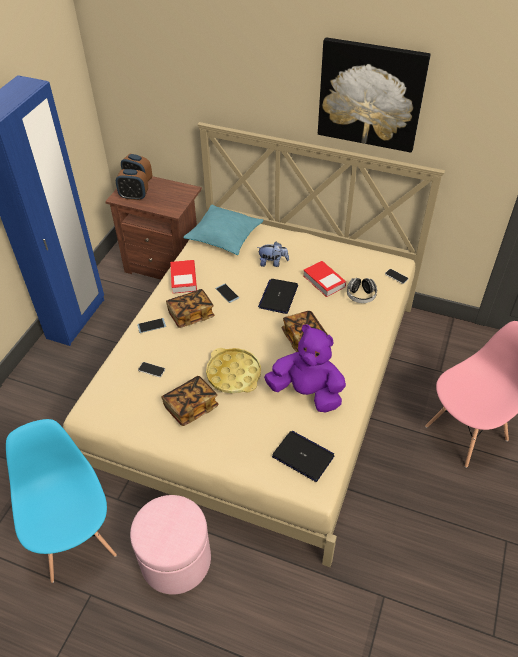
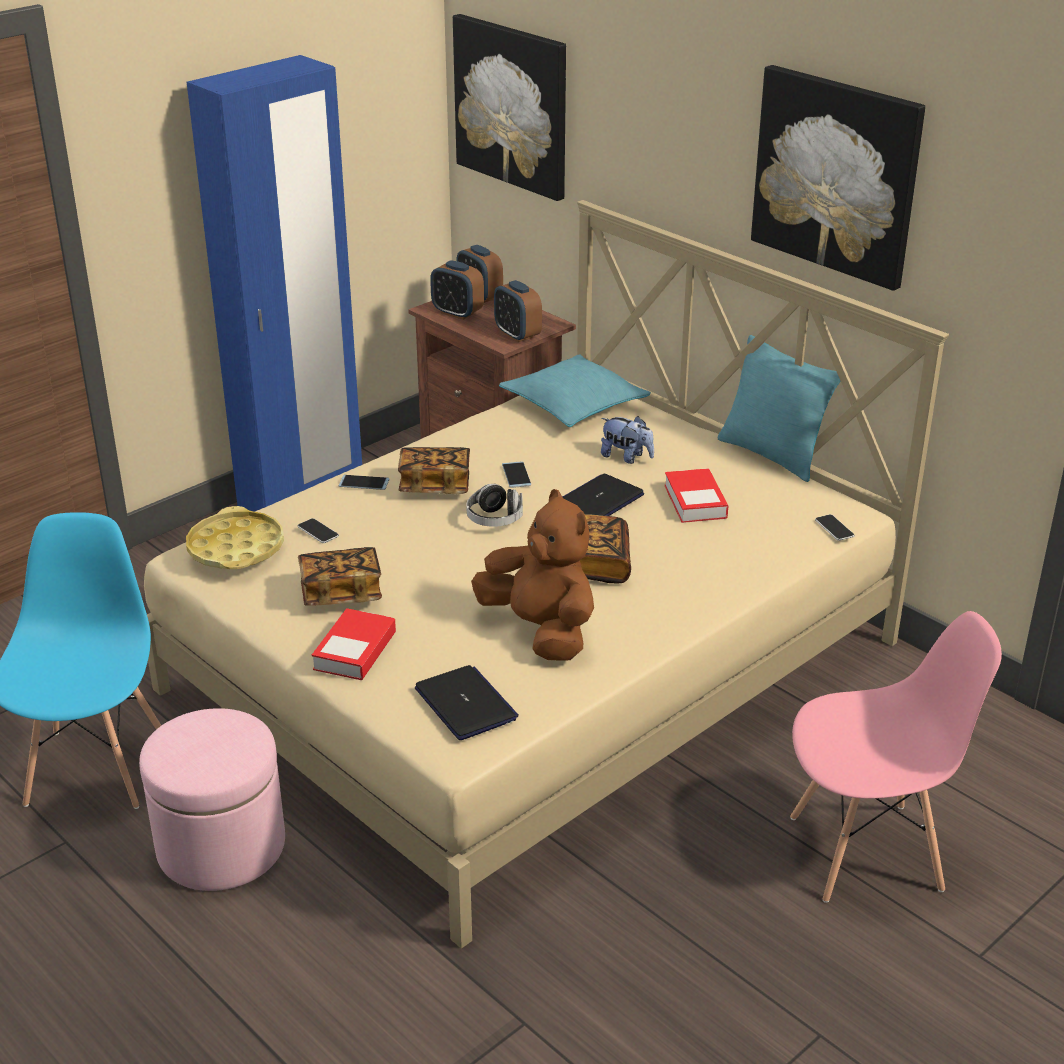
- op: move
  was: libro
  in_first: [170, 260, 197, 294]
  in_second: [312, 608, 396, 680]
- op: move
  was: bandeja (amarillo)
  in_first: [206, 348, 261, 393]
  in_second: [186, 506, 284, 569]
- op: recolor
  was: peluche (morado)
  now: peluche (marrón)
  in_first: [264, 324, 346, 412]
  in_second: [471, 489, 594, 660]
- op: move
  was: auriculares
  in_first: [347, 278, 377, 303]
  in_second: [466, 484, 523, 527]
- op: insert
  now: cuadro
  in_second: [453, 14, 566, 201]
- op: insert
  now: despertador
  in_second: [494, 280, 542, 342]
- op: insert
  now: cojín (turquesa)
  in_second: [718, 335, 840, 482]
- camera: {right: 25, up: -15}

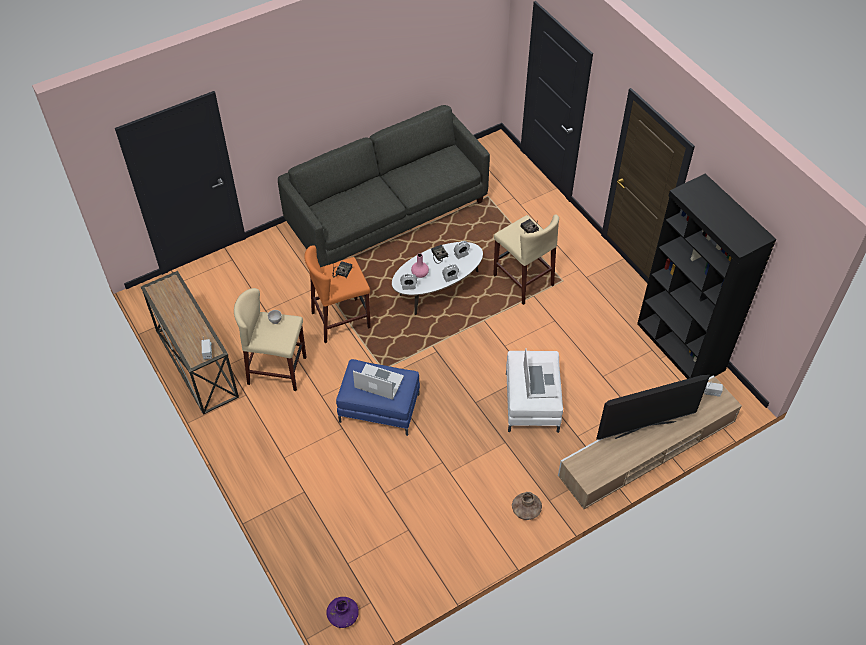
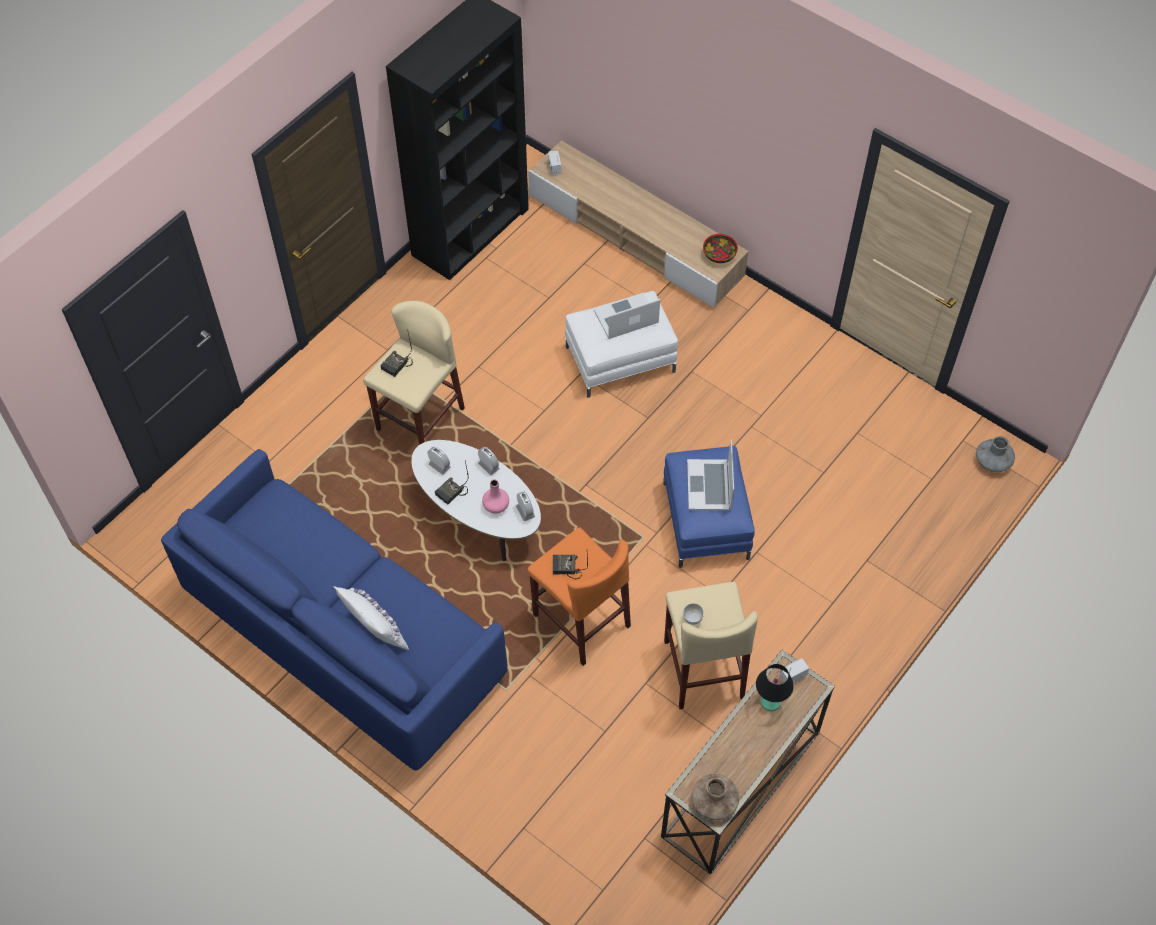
- op: recolor
  was: sofá (gris)
  now: sofá (azul)
  in_first: [278, 105, 490, 267]
  in_second: [161, 449, 508, 770]
- op: recolor
  was: florero (morado)
  now: florero (gris)
  in_first: [326, 597, 359, 628]
  in_second: [976, 436, 1015, 472]
- op: move
  was: florero (marrón)
  in_first: [512, 492, 542, 520]
  in_second: [692, 774, 739, 820]
- op: delete
  was: televisor
  in_first: [596, 375, 710, 440]
- op: insert
  now: cojín (blanco)
  in_second: [333, 586, 409, 650]
- op: insert
  now: cuenco
  in_second: [703, 234, 738, 263]
- op: insert
  now: lámpara de mesa (negro)
  in_second: [756, 664, 794, 711]
- camera: {right: -110, up: 5}

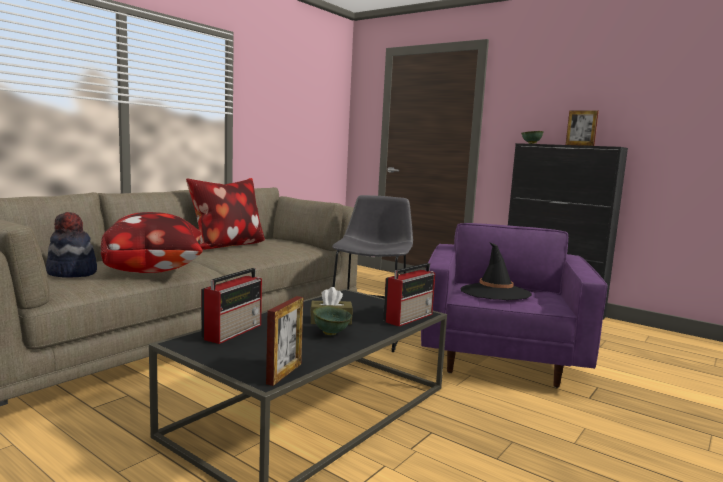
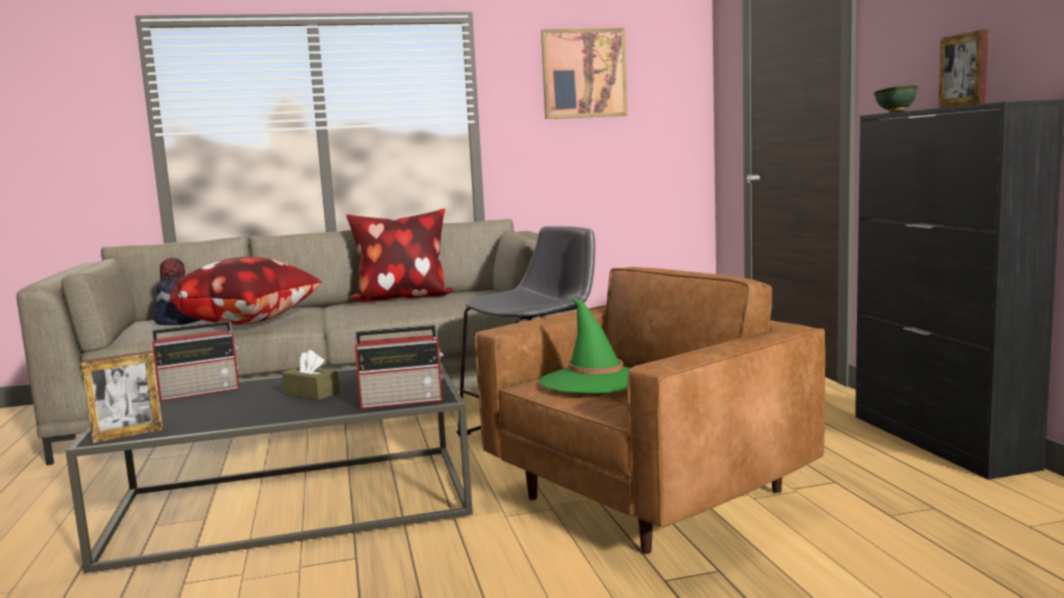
- op: delete
  was: cuenco (verde)
  in_first: [313, 306, 352, 335]
- op: recolor
  was: sillón (morado)
  now: sillón (marrón)
  in_first: [421, 223, 607, 388]
  in_second: [475, 267, 825, 555]
- op: recolor
  was: sombrero (negro)
  now: sombrero (verde)
  in_first: [461, 242, 532, 300]
  in_second: [539, 297, 631, 393]
- op: insert
  now: cuadro
  in_second: [541, 28, 628, 119]
- camera: {right: 40, up: 0}

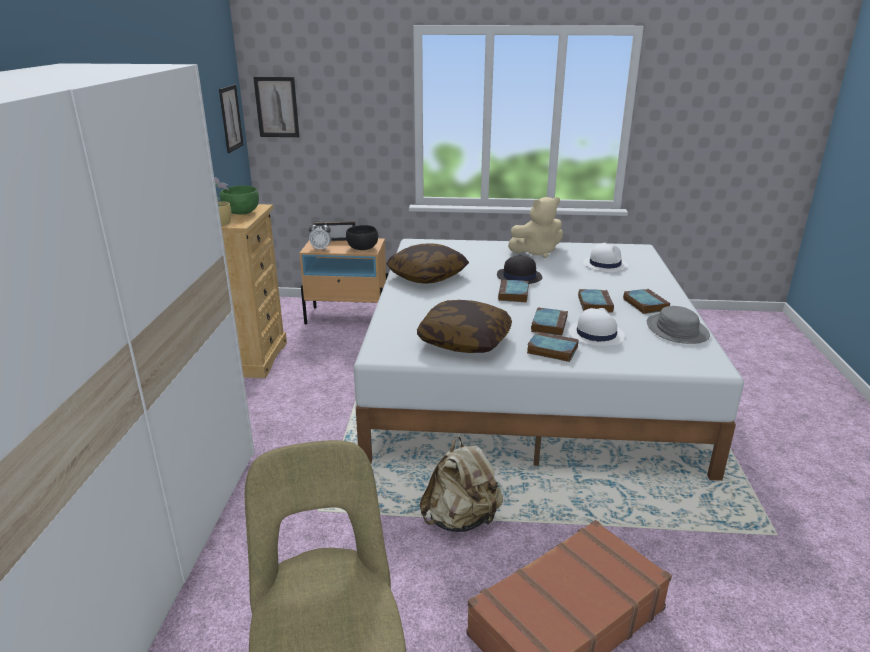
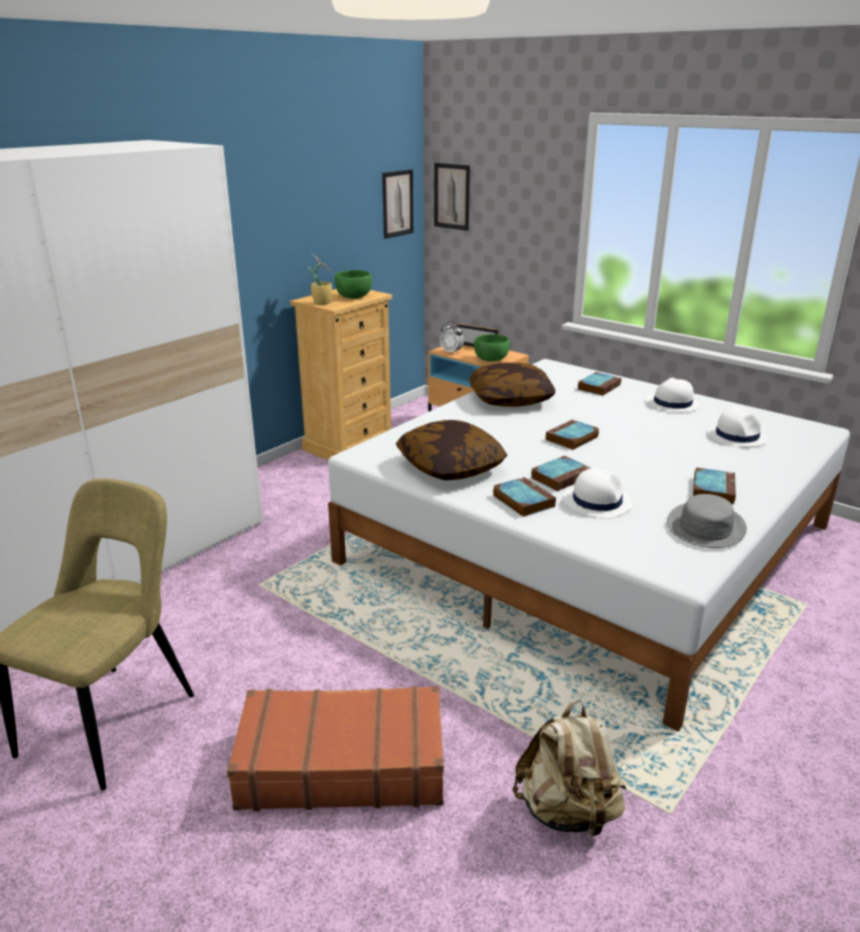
- op: recolor
  was: cuenco (negro)
  now: cuenco (verde)
  in_first: [346, 225, 378, 250]
  in_second: [474, 334, 511, 362]
- op: move
  was: mochila (beis)
  in_first: [420, 437, 503, 532]
  in_second: [512, 700, 626, 841]
- op: delete
  was: sombrero (negro)
  in_first: [497, 254, 542, 284]
- op: replace
  was: peluche (beis)
  now: sombrero (blanco)
  in_first: [508, 197, 563, 258]
  in_second: [646, 378, 700, 412]
- op: move
  was: libro
  in_first: [578, 289, 614, 312]
  in_second: [577, 372, 621, 396]
- camera: {right: 35, up: 0}

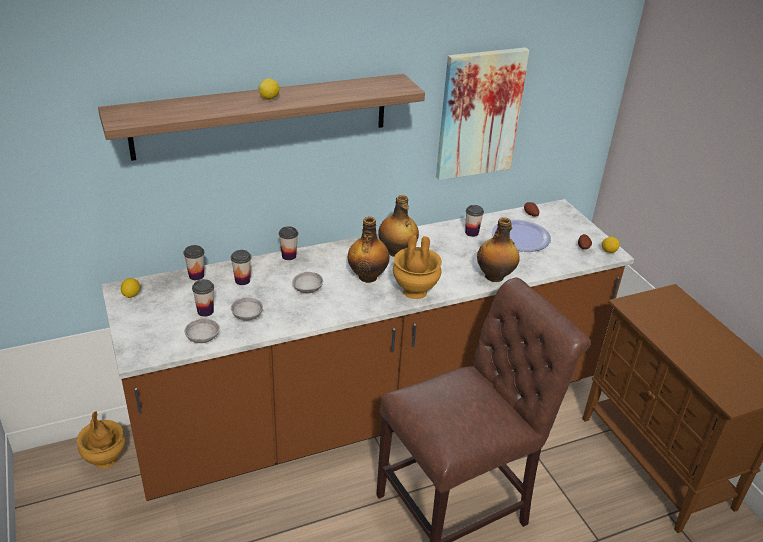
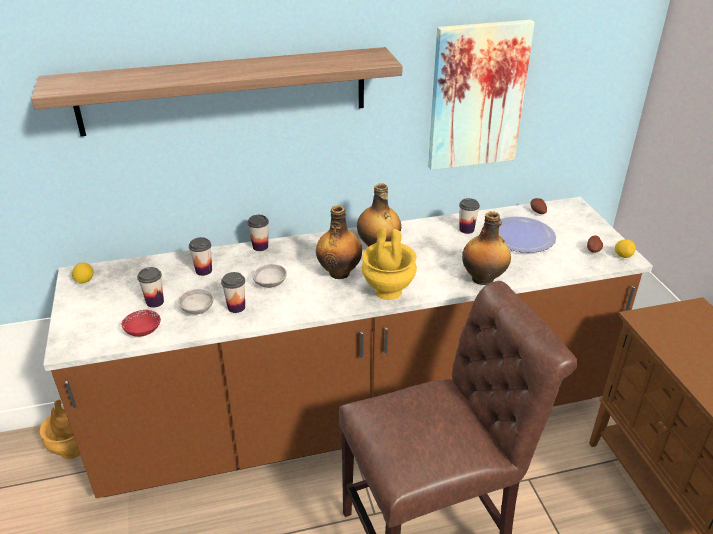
- op: move
  was: taza
  in_first: [184, 245, 204, 280]
  in_second: [221, 272, 245, 313]
- op: recolor
  was: cuenco (gris)
  now: cuenco (rojo)
  in_first: [185, 319, 220, 343]
  in_second: [122, 310, 161, 337]
- op: delete
  was: limón
  in_first: [259, 79, 280, 100]
- op: recolor
  was: florero (marrón)
  now: florero (amarillo)
  in_first: [393, 235, 442, 299]
  in_second: [362, 227, 417, 300]
- camera: {right: 10, up: 0}

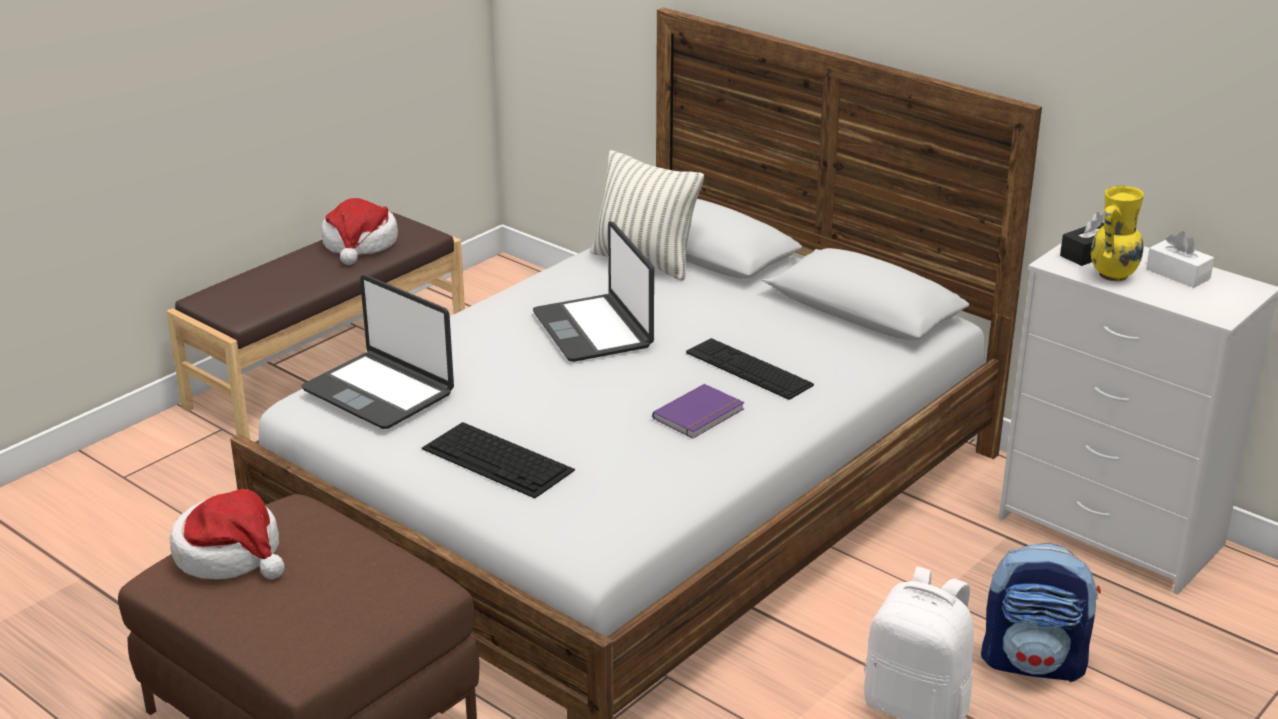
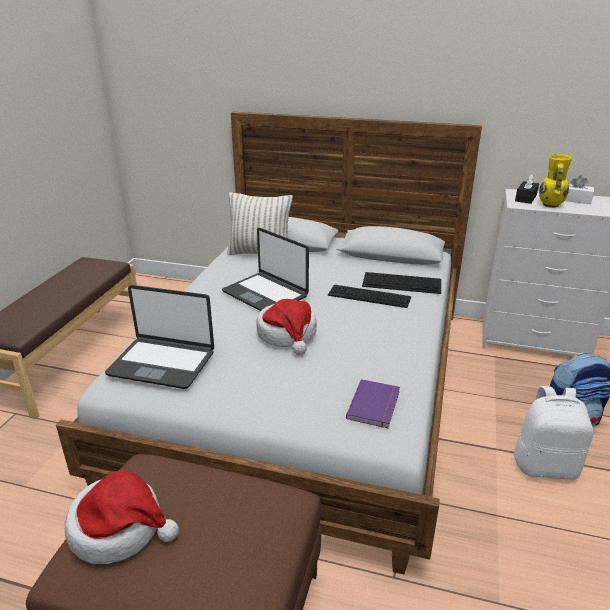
- op: move
  was: sombrero
  in_first: [321, 198, 398, 265]
  in_second: [256, 299, 317, 355]
- op: move
  was: teclado
  in_first: [422, 422, 575, 498]
  in_second: [362, 272, 441, 294]
- op: move
  was: libro (morado)
  in_first: [652, 384, 744, 438]
  in_second: [346, 379, 400, 428]
- camera: {right: -25, up: 0}

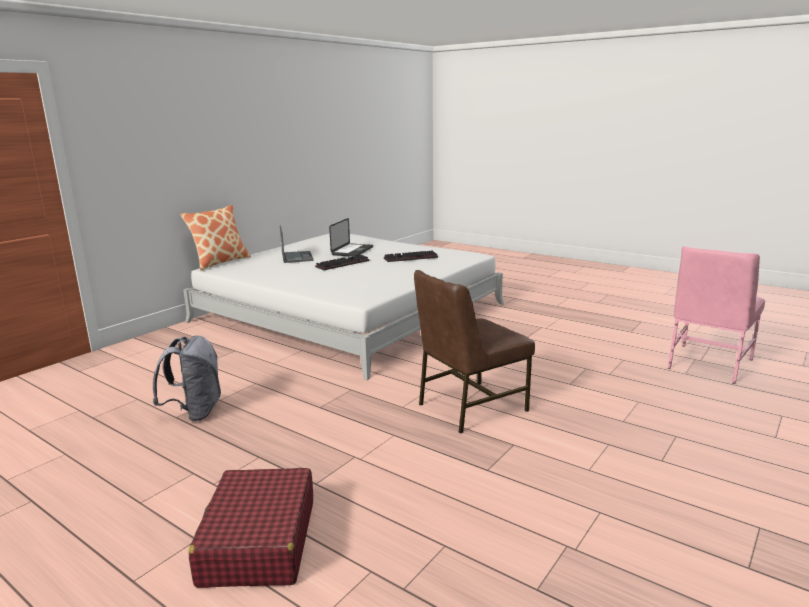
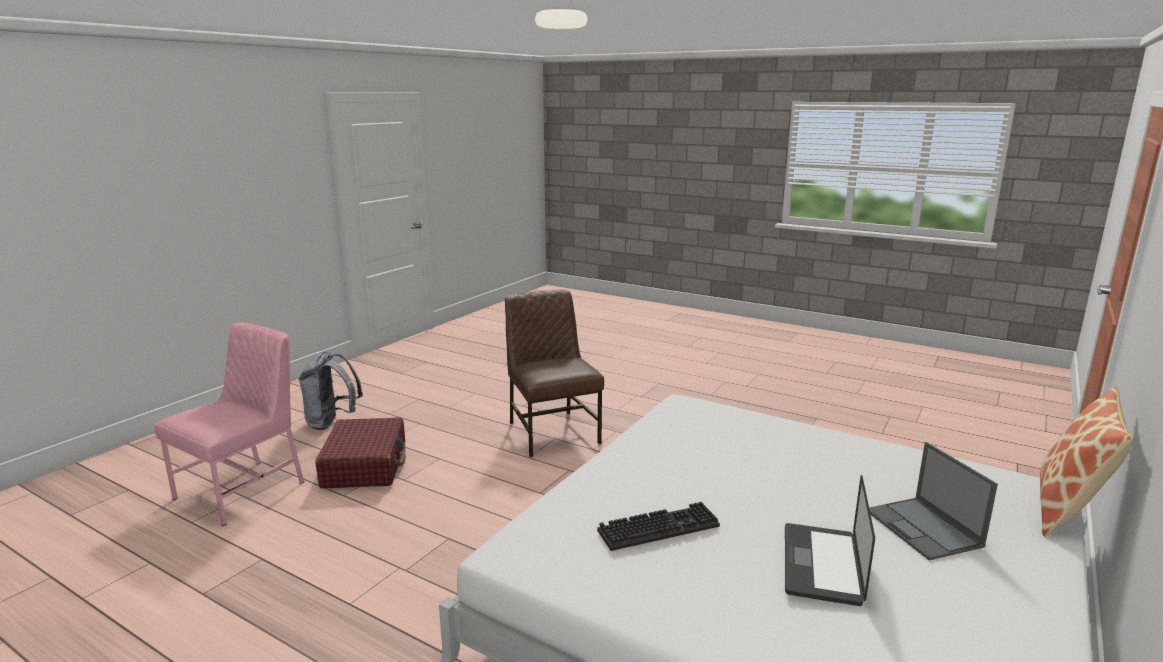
- op: move
  was: mochila (gris)
  in_first: [153, 335, 221, 422]
  in_second: [299, 352, 363, 430]
- op: move
  was: maleta (rojo)
  in_first: [189, 468, 313, 588]
  in_second: [316, 417, 405, 489]
- op: delete
  was: teclado
  in_first: [315, 254, 369, 270]
- op: rotate
  was: silla (marrón)
  in_first: [414, 270, 535, 434]
  in_second: [505, 290, 604, 457]
  clockwise: -75
- camera: {right: 175, up: 0}

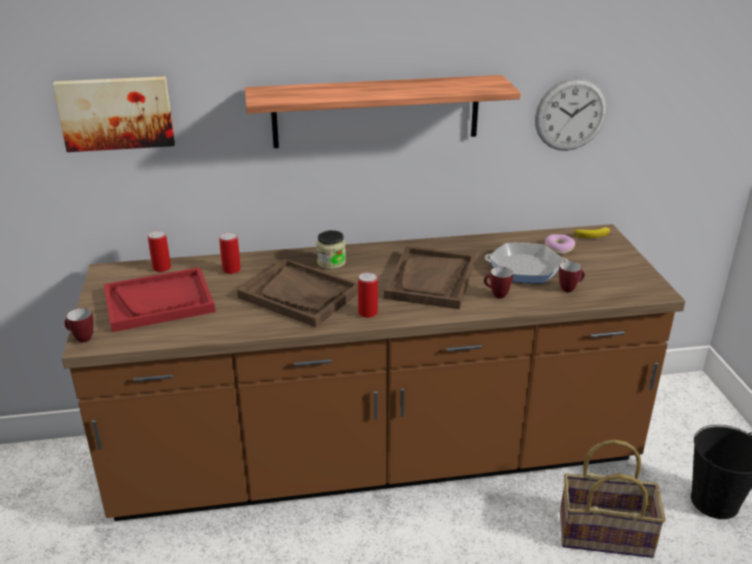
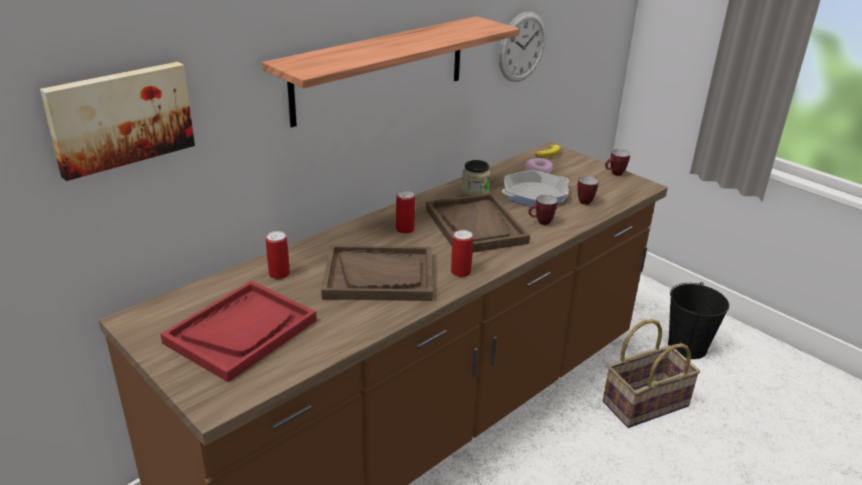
- op: move
  was: taza grande
  in_first: [64, 308, 93, 342]
  in_second: [605, 149, 630, 176]
- op: move
  was: lata
  in_first: [148, 230, 171, 272]
  in_second: [396, 190, 415, 234]
- op: move
  was: tarro
  in_first: [316, 230, 346, 269]
  in_second: [462, 160, 490, 196]
- camera: {right: -35, up: 0}

